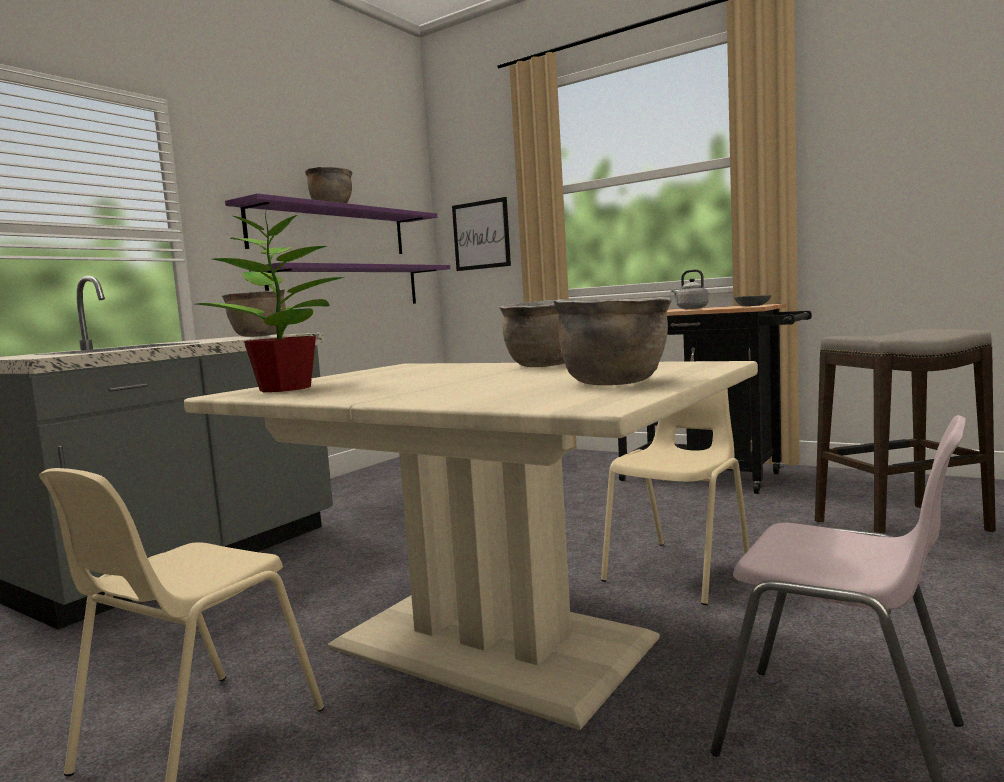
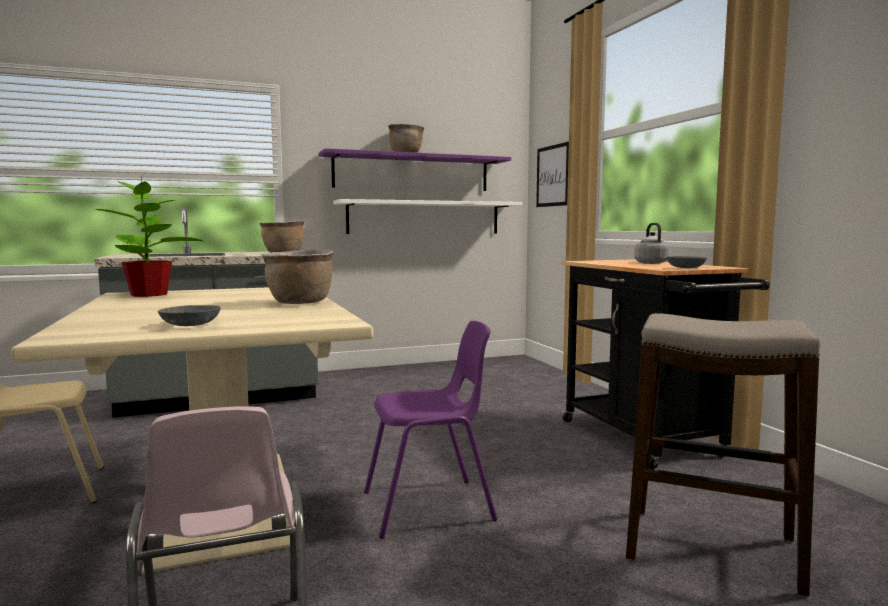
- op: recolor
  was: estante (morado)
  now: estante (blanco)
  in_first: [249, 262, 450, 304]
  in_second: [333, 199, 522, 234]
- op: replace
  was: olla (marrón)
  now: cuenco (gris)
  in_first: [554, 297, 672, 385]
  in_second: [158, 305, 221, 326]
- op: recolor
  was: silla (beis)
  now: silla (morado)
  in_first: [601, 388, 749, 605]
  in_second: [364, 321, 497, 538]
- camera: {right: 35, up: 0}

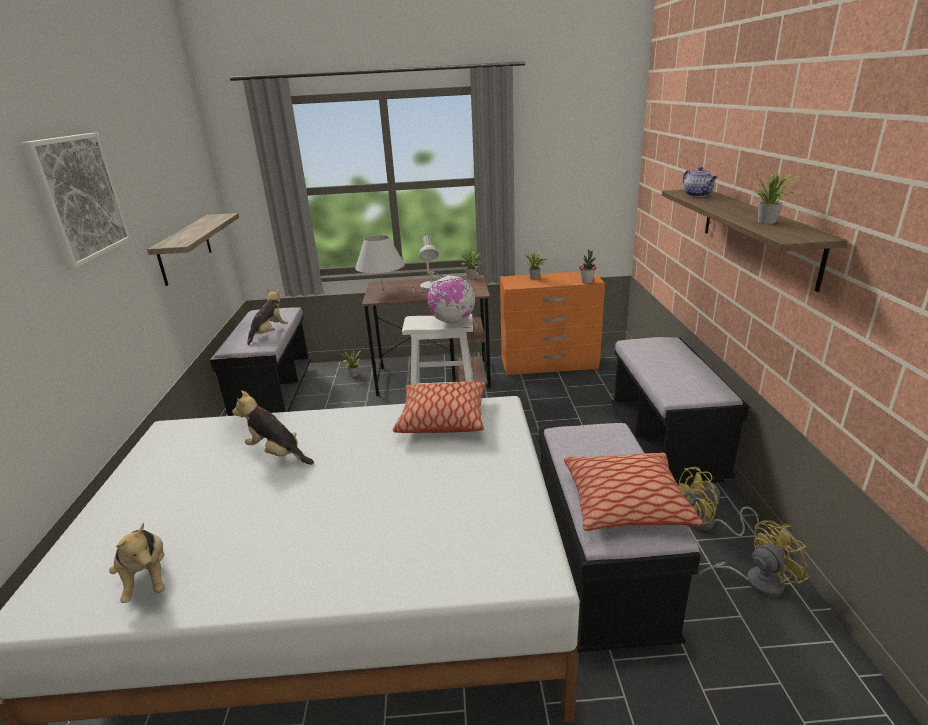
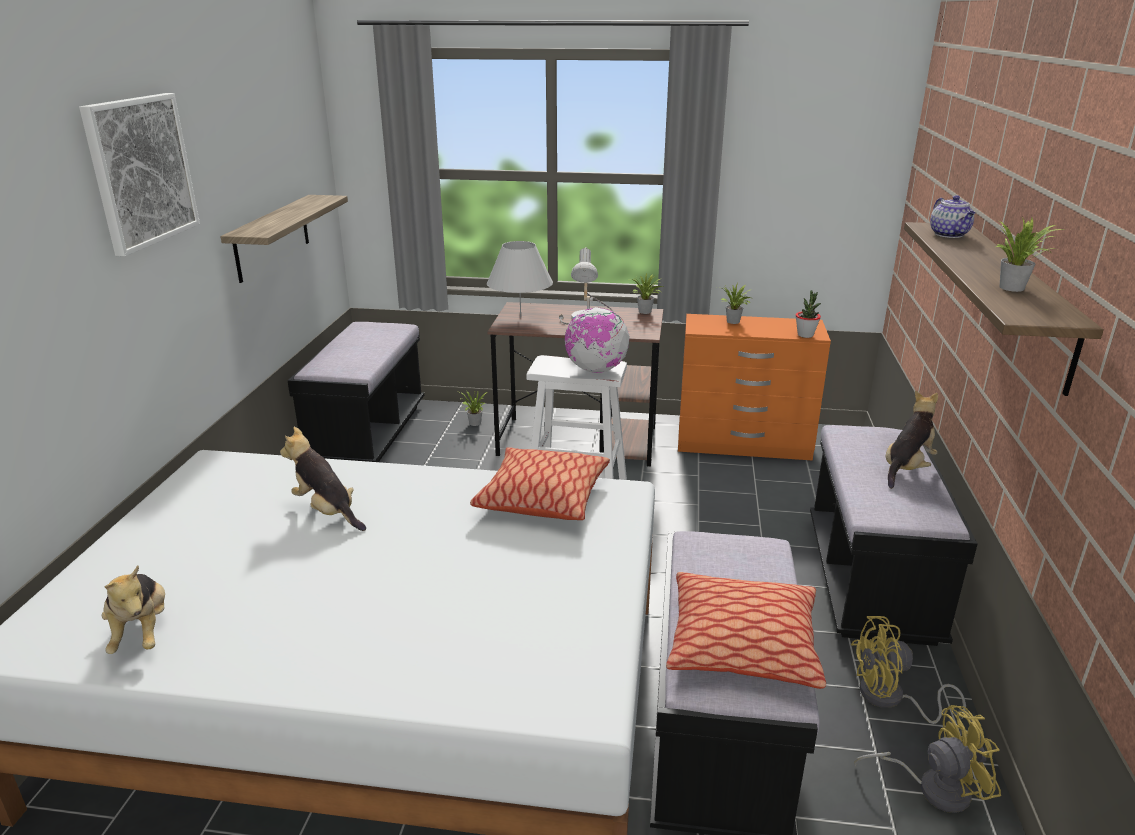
- op: move
  was: peluche
  in_first: [247, 288, 288, 345]
  in_second: [886, 390, 938, 489]
- camera: {right: 10, up: 0}

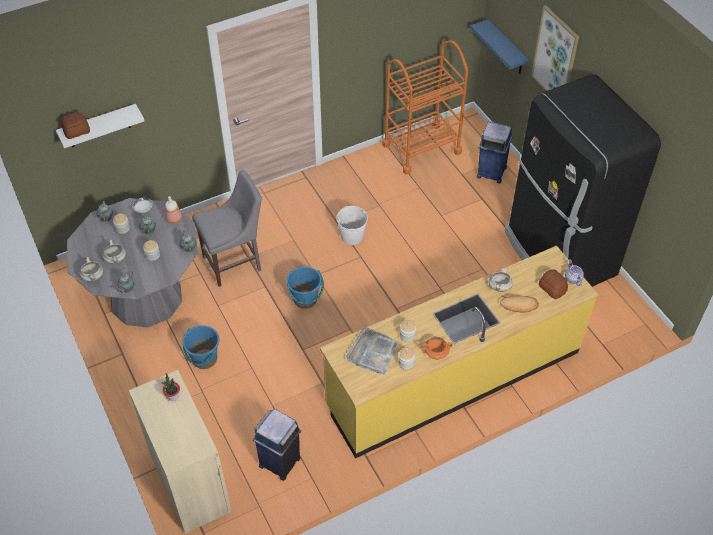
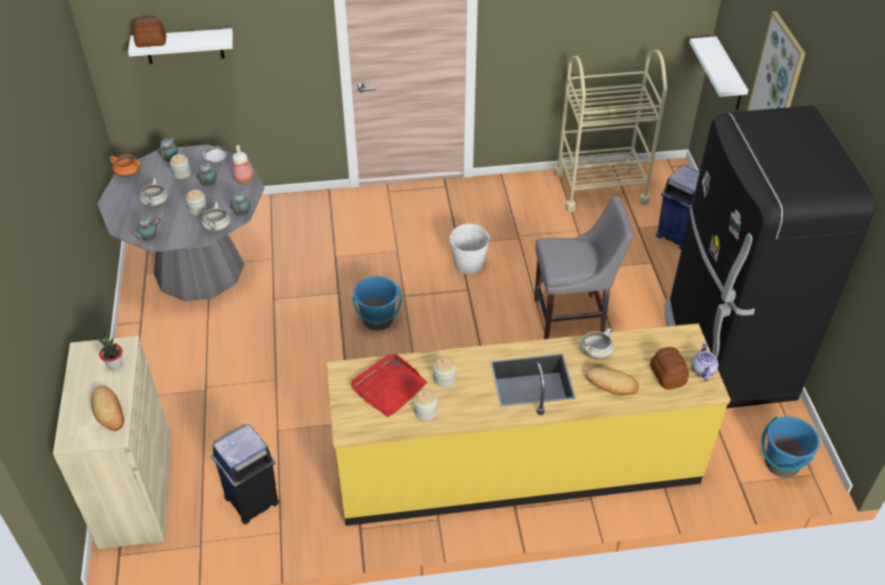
- op: move
  was: olla (blanco)
  in_first: [79, 257, 104, 282]
  in_second: [201, 202, 231, 232]
- op: move
  was: cubo (azul)
  in_first: [182, 325, 219, 369]
  in_second: [761, 416, 820, 478]
- op: move
  was: silla (gris)
  in_first: [192, 170, 262, 287]
  in_second: [534, 196, 634, 339]
- op: recolor
  was: bandeja (gris)
  now: bandeja (rojo)
  in_first: [346, 327, 398, 375]
  in_second: [351, 353, 427, 417]
- op: recolor
  was: carrito (naranja)
  now: carrito (beis)
  in_first: [382, 40, 468, 174]
  in_second: [554, 49, 667, 212]
- op: move
  was: olla (naranja)
  in_first: [422, 337, 453, 359]
  in_second: [109, 155, 140, 178]
- op: recolor
  was: estante (azul)
  now: estante (blanco)
  in_first: [471, 19, 529, 74]
  in_second: [689, 36, 748, 110]
- op: insert
  now: pan
  in_second: [91, 385, 124, 431]
- camera: {right: 20, up: -5}

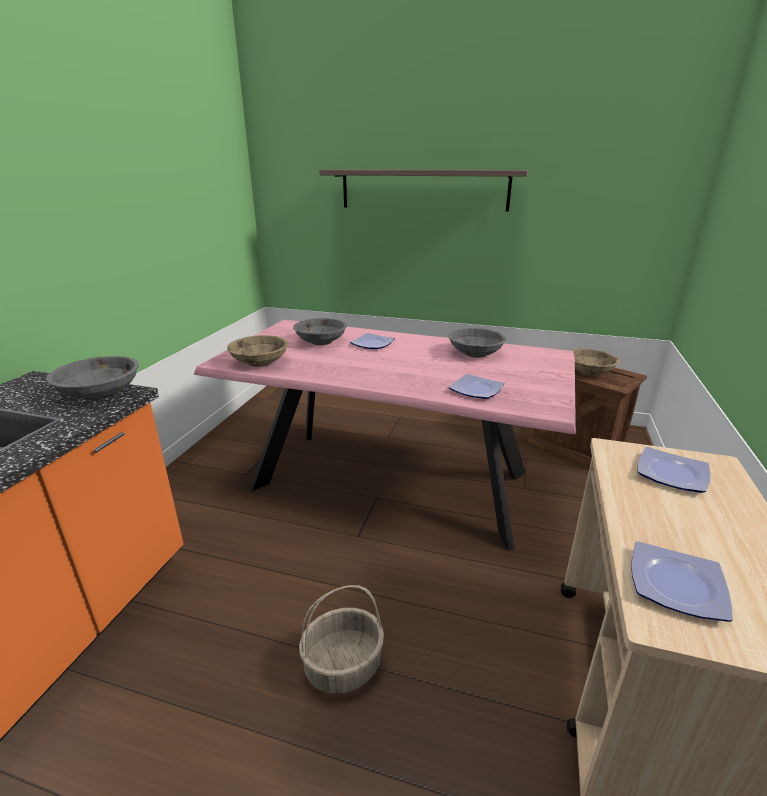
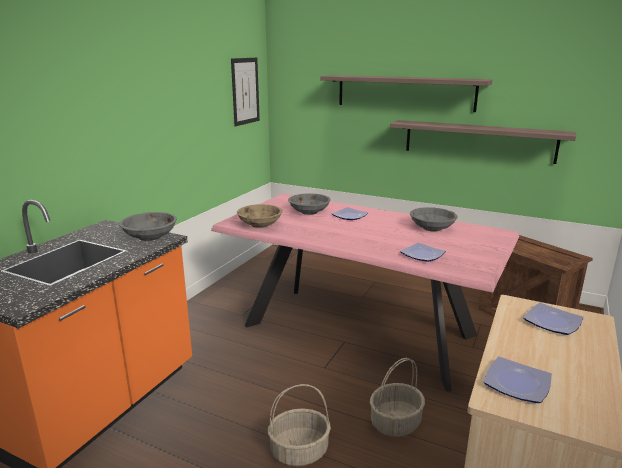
- op: delete
  was: cuenco (beis)
  in_first: [570, 349, 620, 376]
- op: insert
  now: cuadro
  in_second: [231, 58, 260, 126]
- op: insert
  now: cesta
  in_second: [370, 358, 425, 437]
- op: insert
  now: estante
  in_second: [390, 120, 576, 164]
- camera: {right: 10, up: -5}

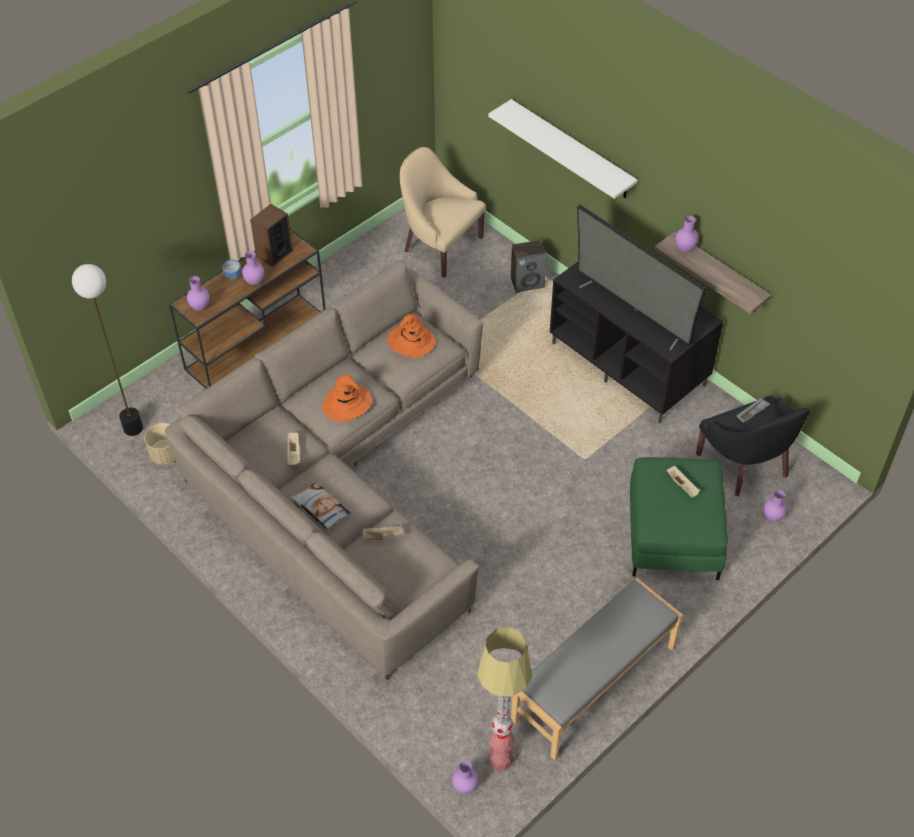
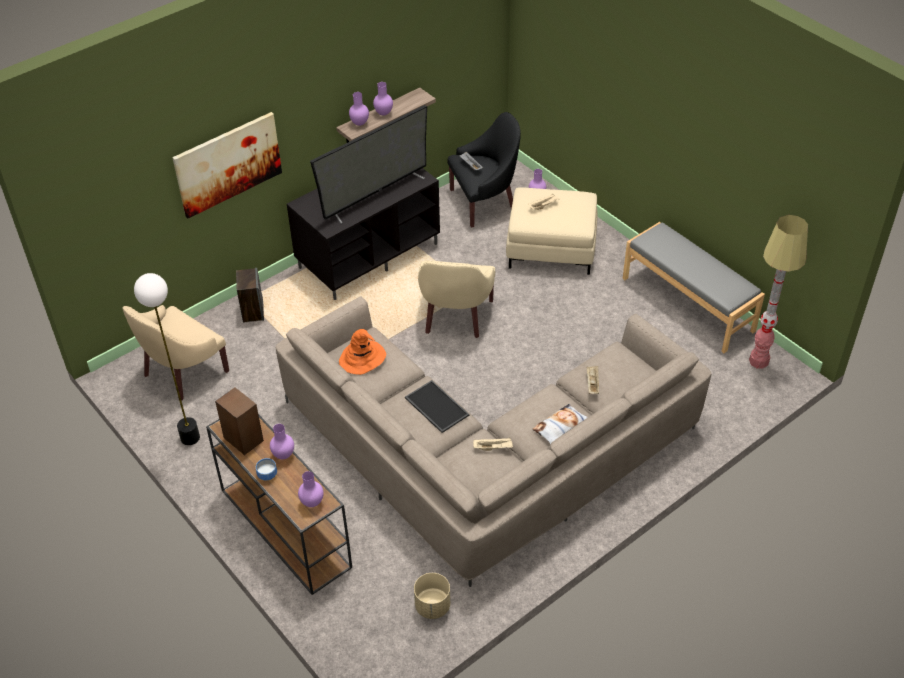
- op: move
  was: lámpara de pie
  in_first: [72, 264, 143, 436]
  in_second: [134, 273, 200, 445]
- op: replace
  was: sombrero (naranja)
  now: bandeja
  in_first: [322, 375, 372, 422]
  in_second: [405, 380, 469, 433]
- op: move
  was: florero (morado)
  in_first: [452, 761, 479, 794]
  in_second: [373, 82, 393, 116]
- op: replace
  was: estante (blanco)
  now: cuadro
  in_first: [488, 99, 638, 199]
  in_second: [172, 112, 282, 218]
- op: recolor
  was: puf (verde)
  now: puf (beis)
  in_first: [630, 457, 728, 580]
  in_second: [506, 187, 597, 275]
- op: insert
  now: sillón (beis)
  in_second: [418, 261, 495, 338]
- camera: {right: -85, up: -5}

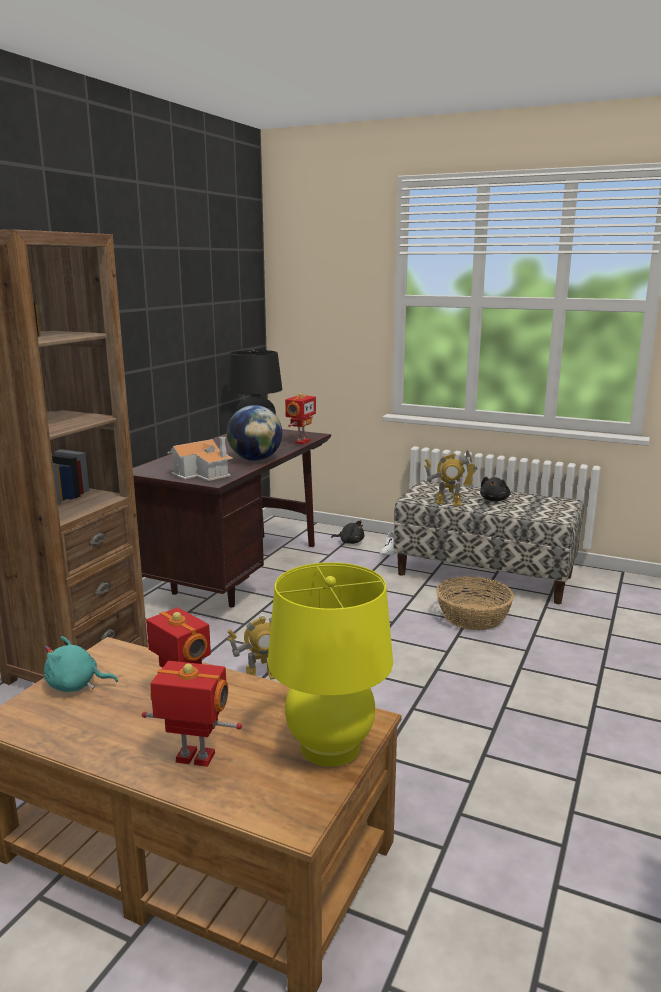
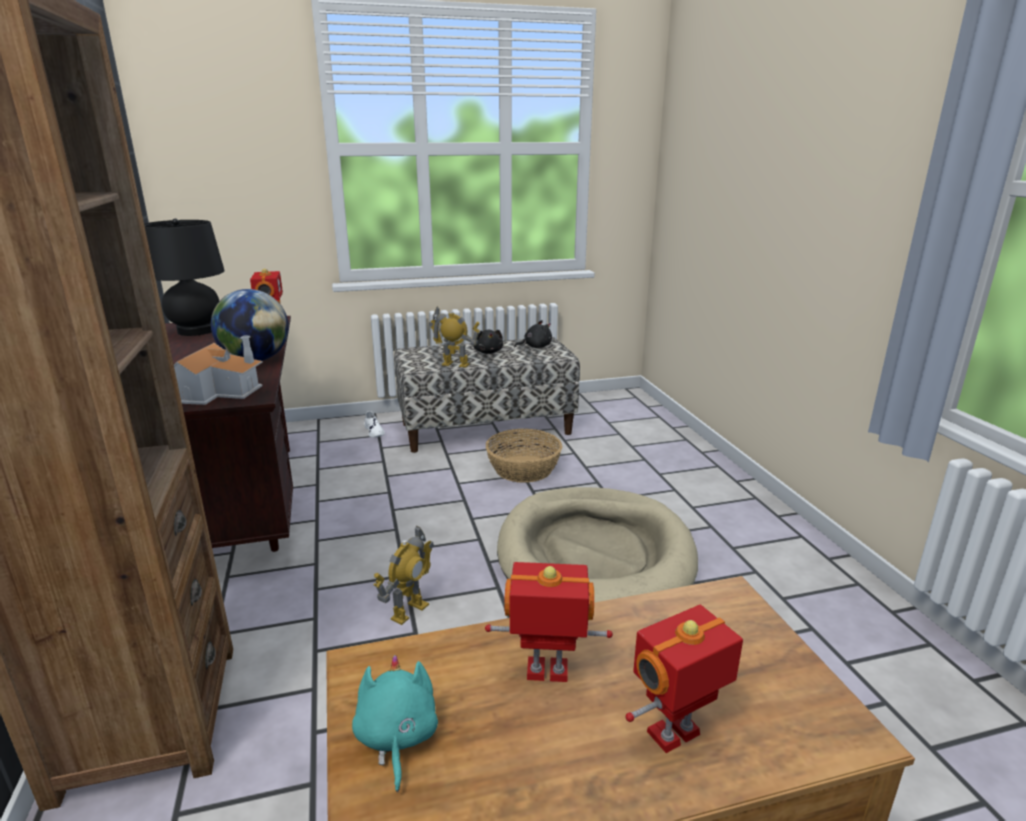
- op: rotate
  was: peluche (turquesa)
  in_first: [44, 636, 118, 692]
  in_second: [352, 655, 438, 793]
  clockwise: 120
- op: delete
  was: lámpara de mesa (amarillo)
  in_first: [268, 562, 393, 767]
- op: move
  was: peluche (negro)
  in_first: [331, 520, 364, 544]
  in_second: [514, 320, 552, 348]
- op: rotate
  was: robot de juguete
  in_first: [425, 450, 477, 506]
  in_second: [429, 307, 480, 367]
  clockwise: -135
- op: insert
  now: cama para perro (beis)
  in_second: [497, 487, 698, 603]
- camera: {right: -40, up: 5}

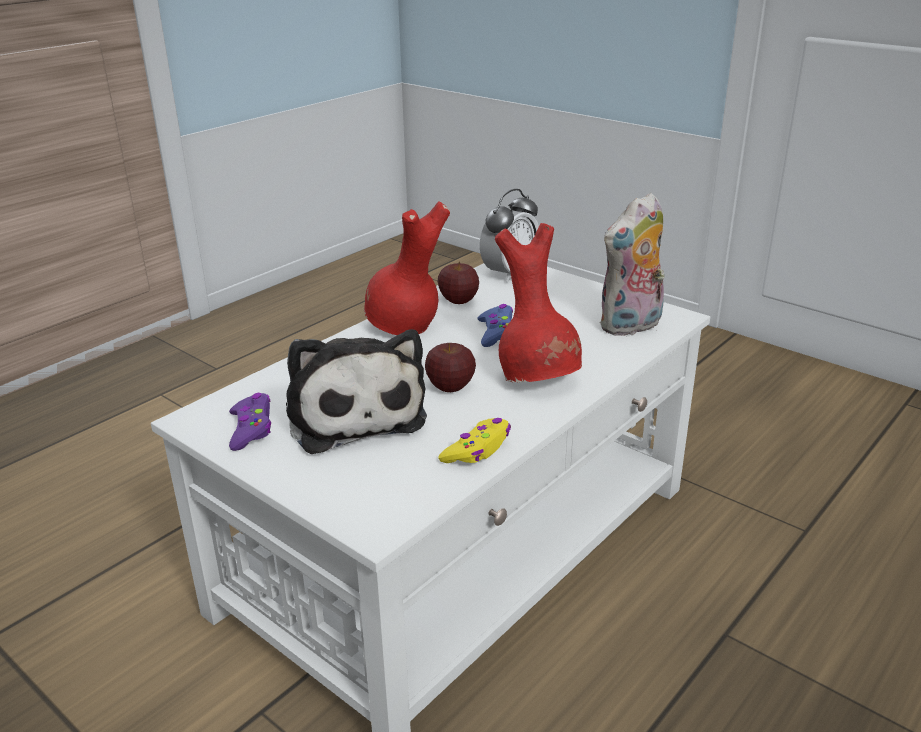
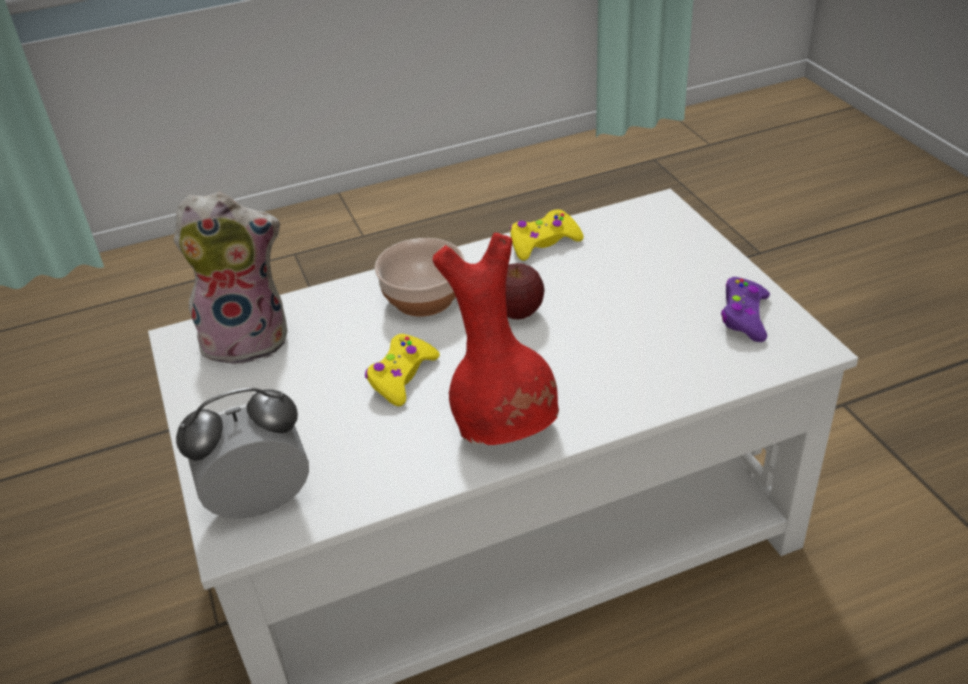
- op: delete
  was: peluche
  in_first: [286, 329, 427, 454]
- op: delete
  was: manzana
  in_first: [438, 262, 479, 304]
- op: recolor
  was: mando de consola (azul)
  now: mando de consola (amarillo)
  in_first: [478, 304, 513, 347]
  in_second: [365, 334, 440, 406]
- op: replace
  was: florero (rojo)
  now: cuenco
  in_first: [495, 223, 582, 382]
  in_second: [375, 238, 465, 316]
- camera: {right: -150, up: 10}

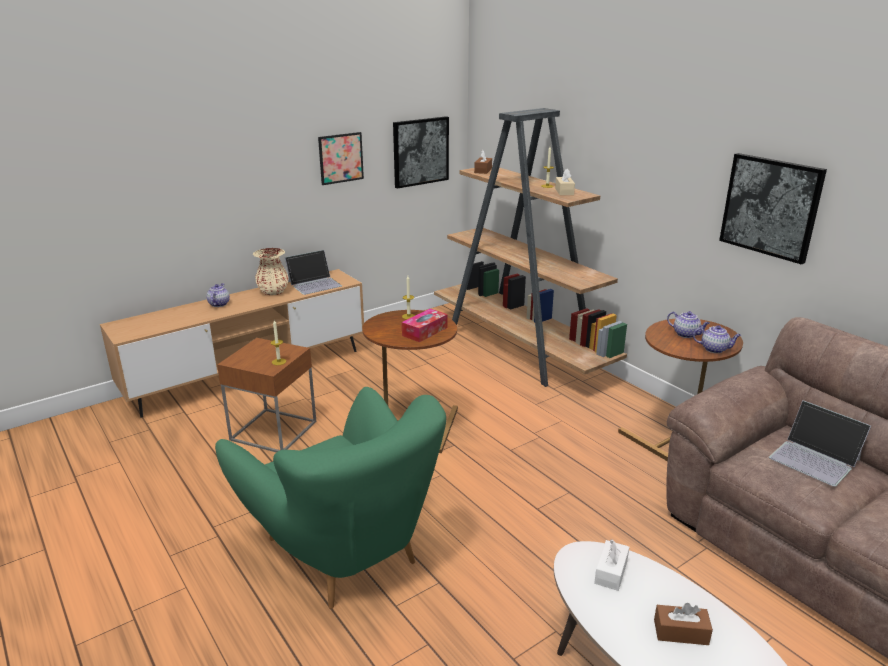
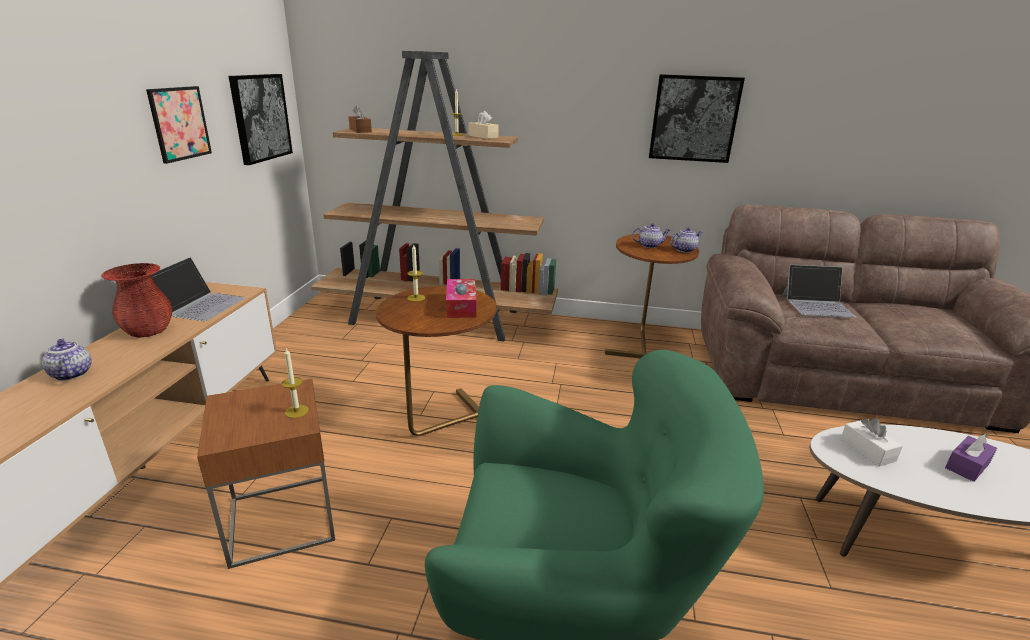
- op: recolor
  was: florero (beis)
  now: florero (rojo)
  in_first: [253, 248, 289, 295]
  in_second: [101, 263, 172, 338]
- op: recolor
  was: caja de pañuelos (marrón)
  now: caja de pañuelos (morado)
  in_first: [654, 603, 713, 645]
  in_second: [945, 434, 997, 482]
- camera: {right: -45, up: 0}

